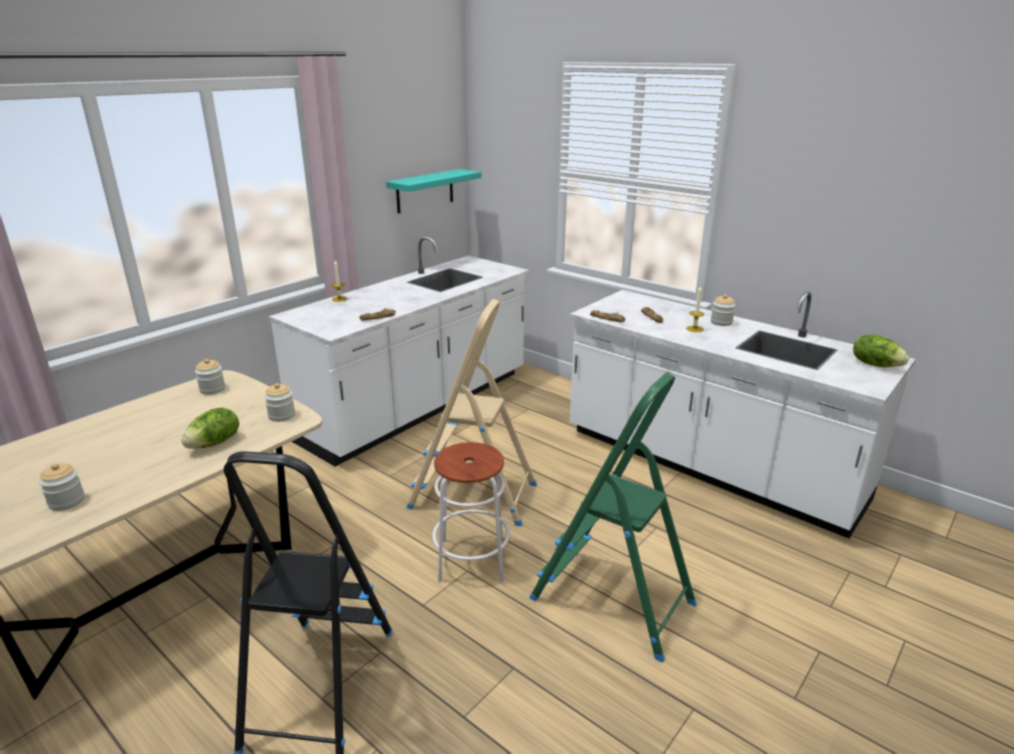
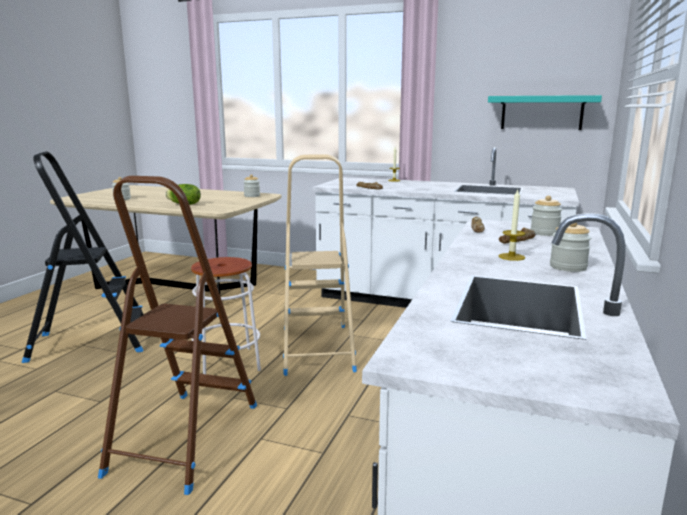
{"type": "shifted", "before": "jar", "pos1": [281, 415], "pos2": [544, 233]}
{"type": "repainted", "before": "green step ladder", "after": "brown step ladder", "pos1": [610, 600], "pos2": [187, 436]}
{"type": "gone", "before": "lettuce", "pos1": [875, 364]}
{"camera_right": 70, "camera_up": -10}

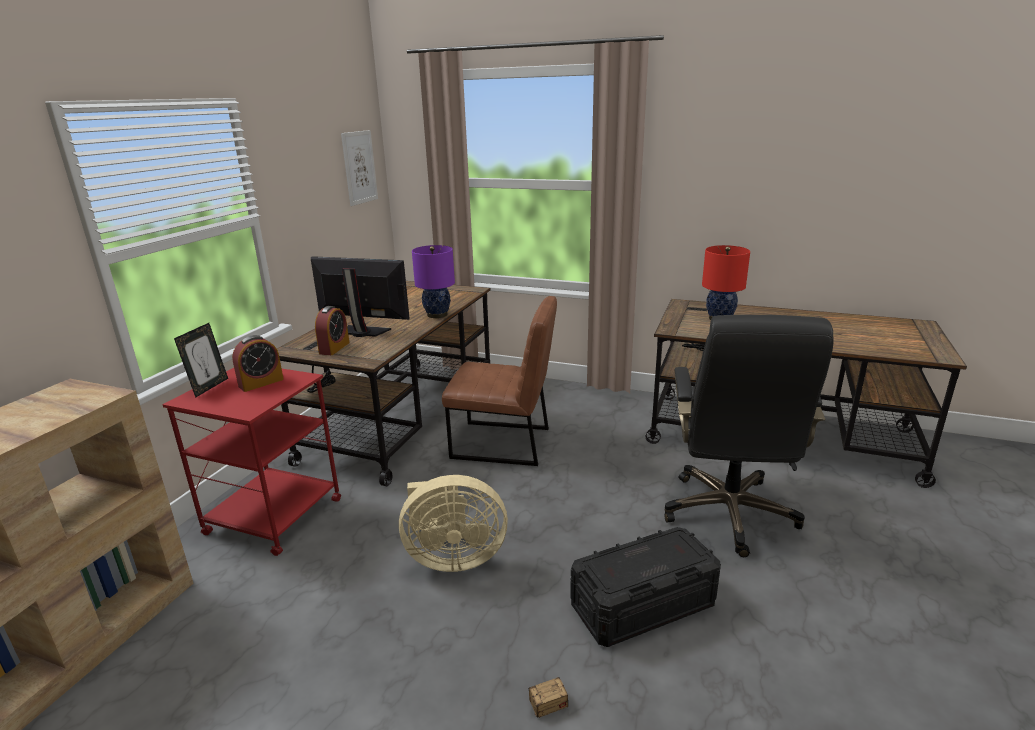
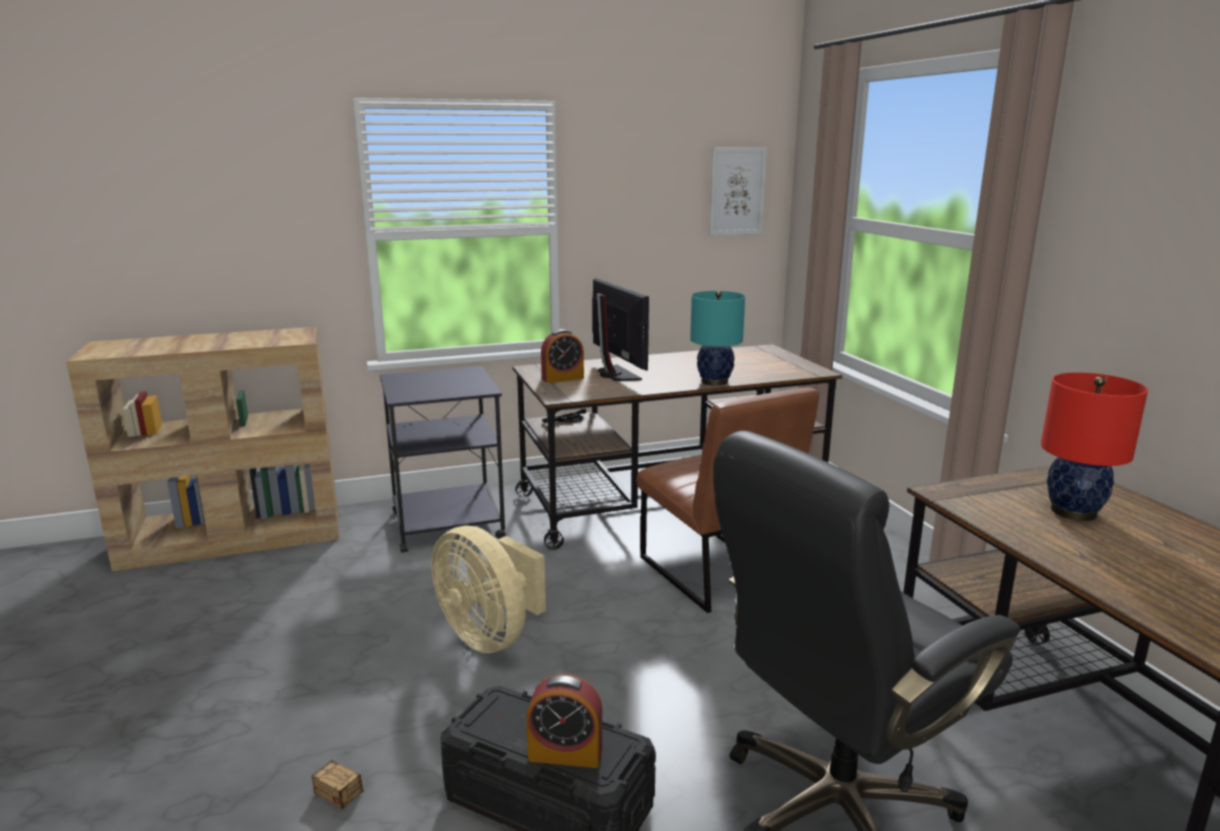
{"type": "repainted", "before": "red cart", "after": "black cart", "pos1": [275, 514], "pos2": [449, 524]}
{"type": "gone", "before": "picture frame", "pos1": [209, 387]}
{"type": "shifted", "before": "alarm clock", "pos1": [261, 383], "pos2": [565, 753]}
{"type": "repainted", "before": "purple table lamp", "after": "turquoise table lamp", "pos1": [437, 315], "pos2": [714, 382]}
{"camera_right": 50, "camera_up": -5}

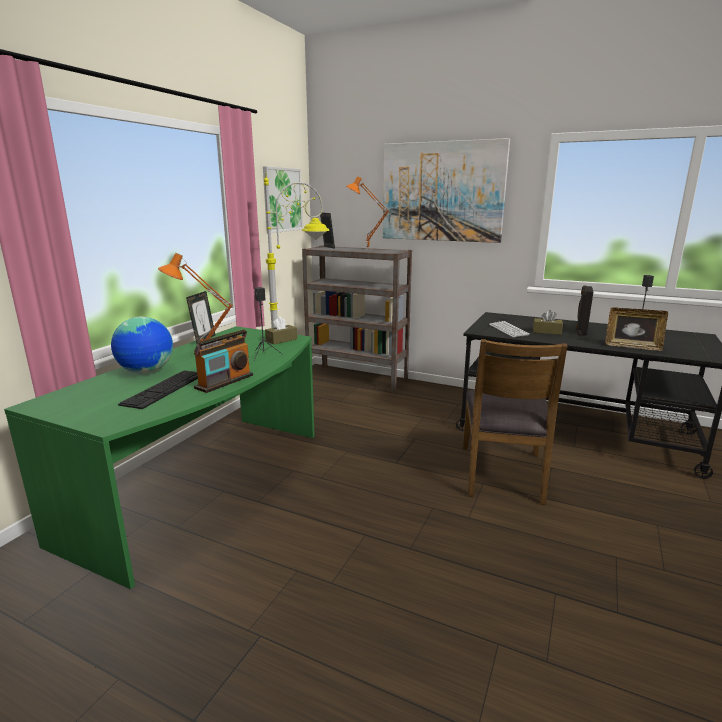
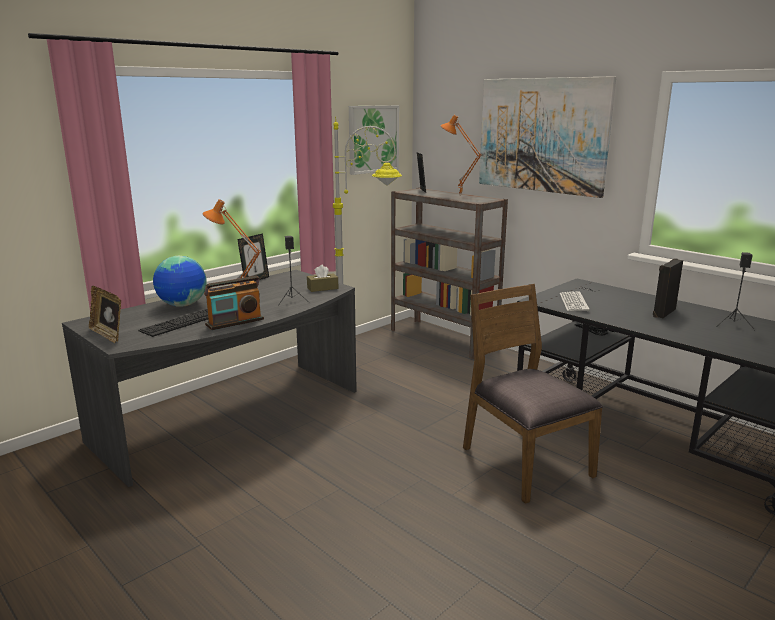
{"type": "repainted", "before": "green desk", "after": "grey desk", "pos1": [209, 484], "pos2": [234, 417]}
{"type": "rotated", "before": "brown chair", "pos1": [502, 474], "pos2": [524, 462], "turn": 120}
{"type": "gone", "before": "brown tissue box", "pos1": [546, 332]}
{"type": "shifted", "before": "picture frame", "pos1": [632, 346], "pos2": [108, 335]}
{"camera_right": 20, "camera_up": 0}

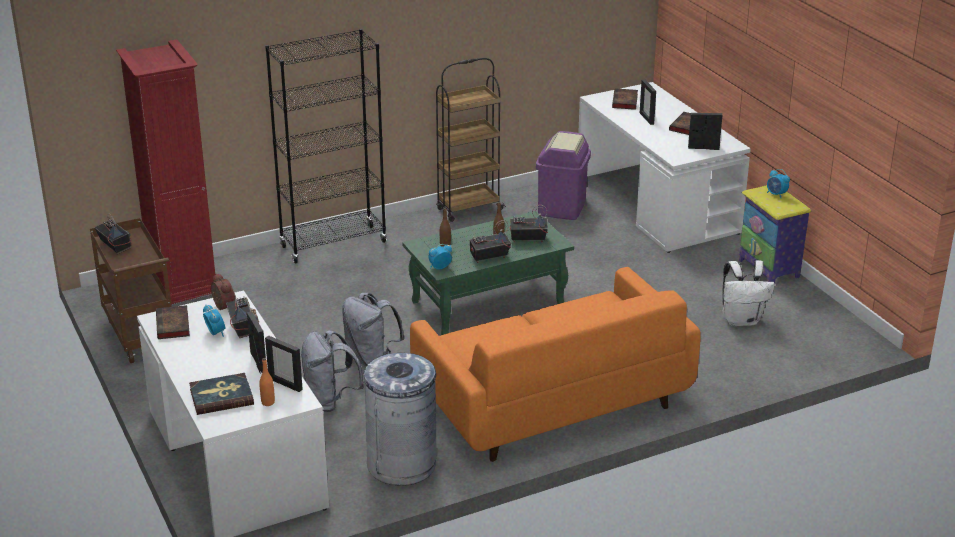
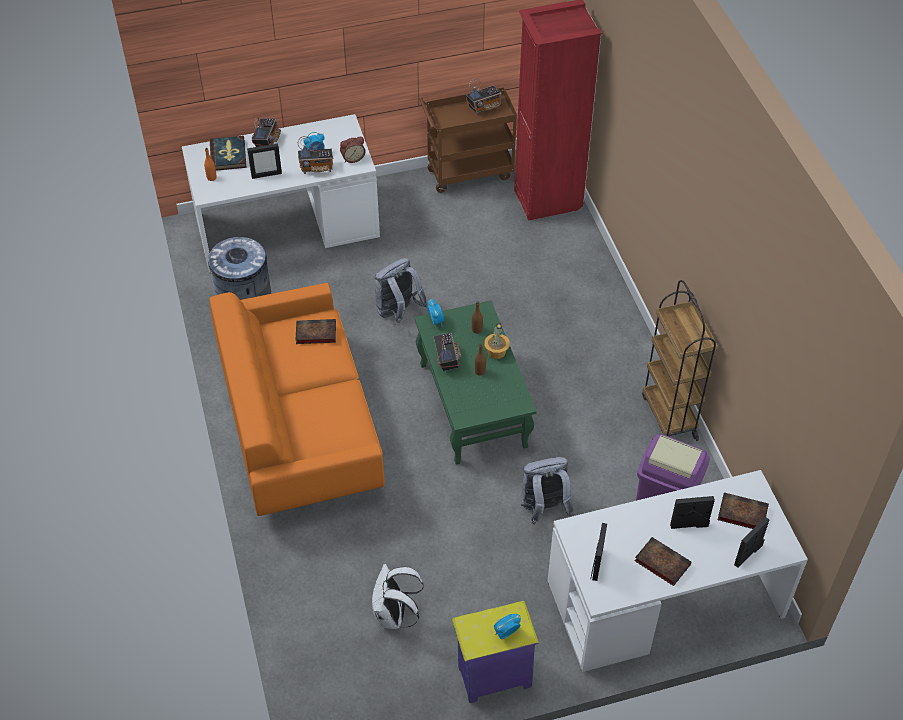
{"type": "shifted", "before": "book", "pos1": [173, 326], "pos2": [315, 334]}
{"type": "gone", "before": "black bookcase", "pos1": [333, 244]}
{"type": "shifted", "before": "picture frame", "pos1": [286, 383], "pos2": [748, 555]}
{"type": "shifted", "before": "grey backpack", "pos1": [330, 400], "pos2": [544, 509]}
{"type": "shifted", "before": "radio", "pos1": [527, 239], "pos2": [267, 142]}
{"type": "new", "after": "potted plant", "pos2": [496, 351]}
{"camera_right": 100, "camera_up": 20}

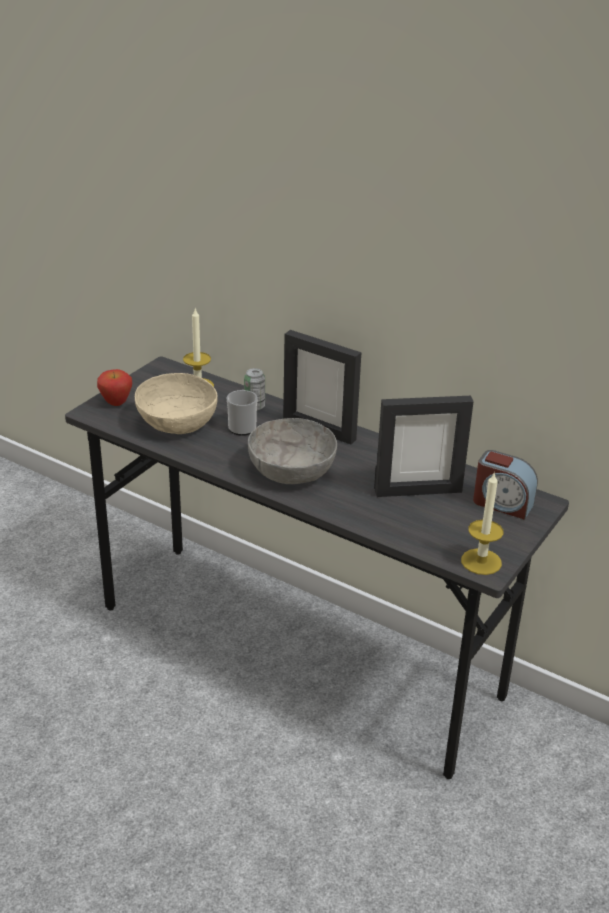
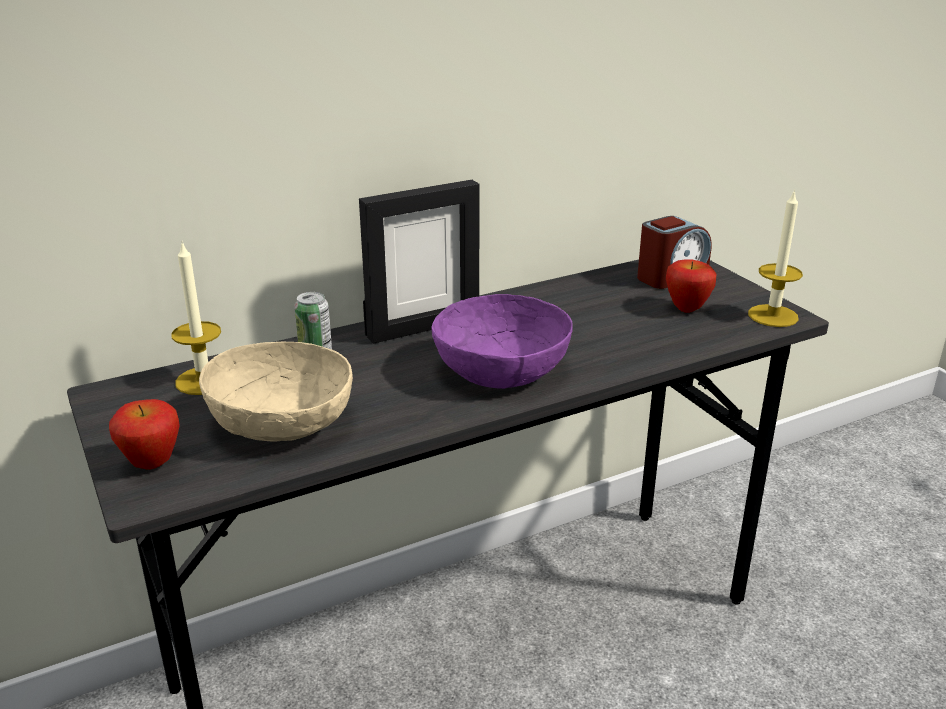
{"type": "gone", "before": "mug", "pos1": [242, 426]}
{"type": "repainted", "before": "grey bowl", "after": "purple bowl", "pos1": [291, 470], "pos2": [501, 370]}
{"type": "gone", "before": "picture frame", "pos1": [418, 490]}
{"type": "new", "after": "apple", "pos2": [687, 309]}
{"camera_right": -60, "camera_up": -5}

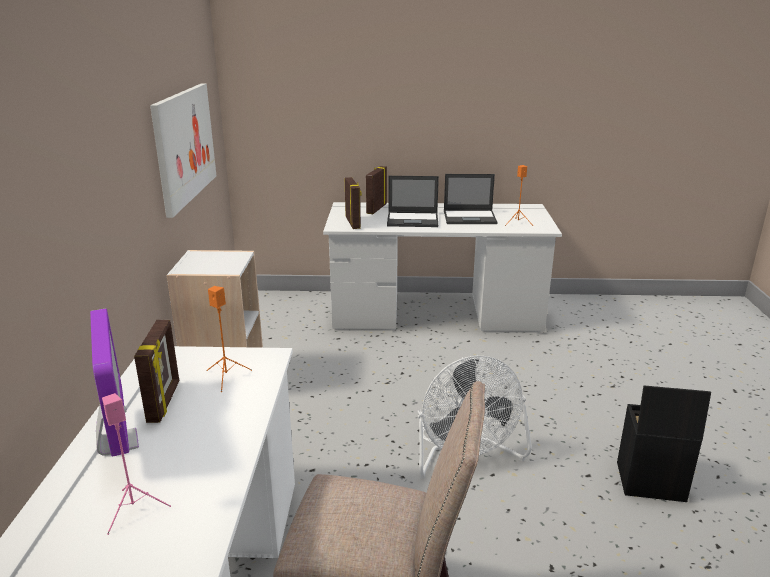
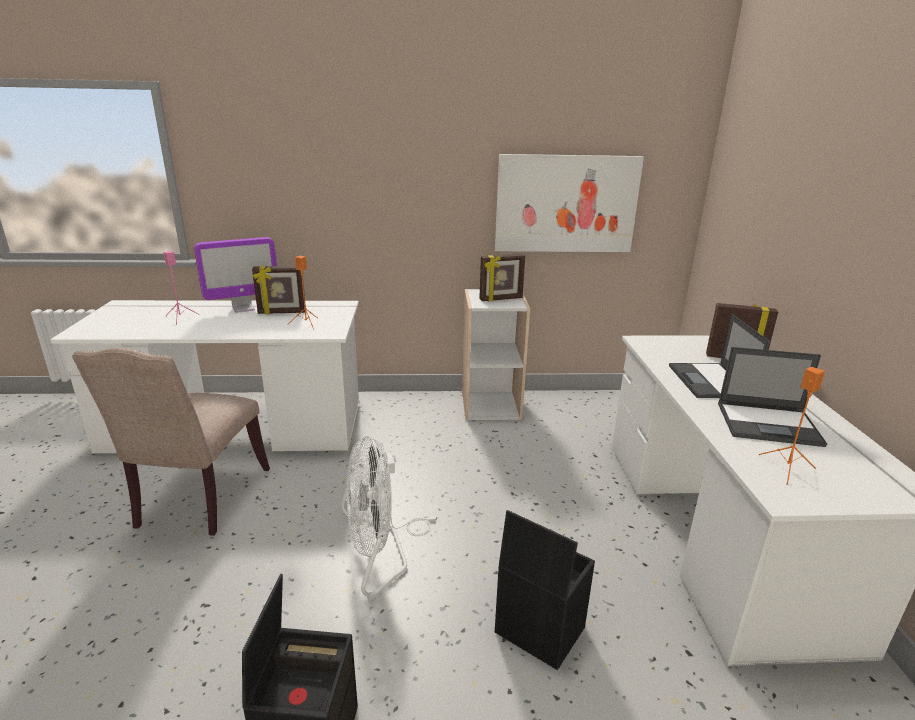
{"type": "shifted", "before": "picture frame", "pos1": [353, 223], "pos2": [501, 299]}
{"type": "rotated", "before": "laptop", "pos1": [470, 217], "pos2": [769, 424], "turn": -75}
{"type": "new", "after": "black storage box", "pos2": [537, 630]}
{"camera_right": 85, "camera_up": 0}

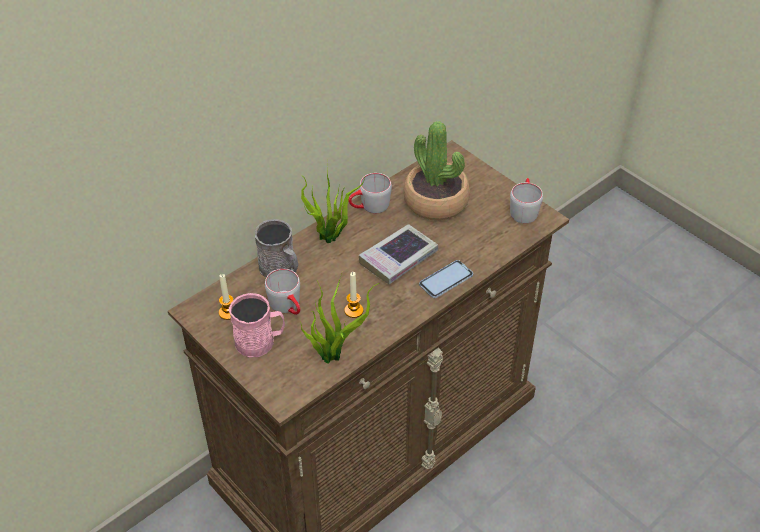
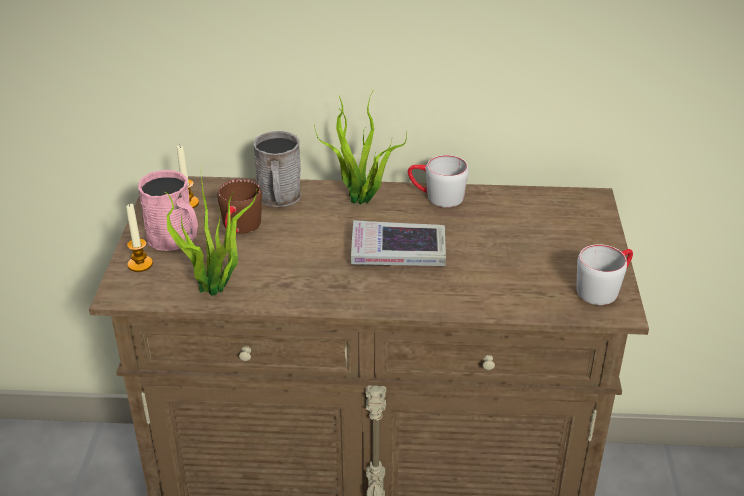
{"type": "repainted", "before": "grey mug", "after": "brown mug", "pos1": [288, 307], "pos2": [239, 229]}
{"type": "shifted", "before": "candle", "pos1": [353, 310], "pos2": [140, 264]}
{"type": "gone", "before": "potted plant", "pos1": [436, 201]}
{"type": "gone", "before": "phone", "pos1": [446, 280]}
{"camera_right": 45, "camera_up": -10}

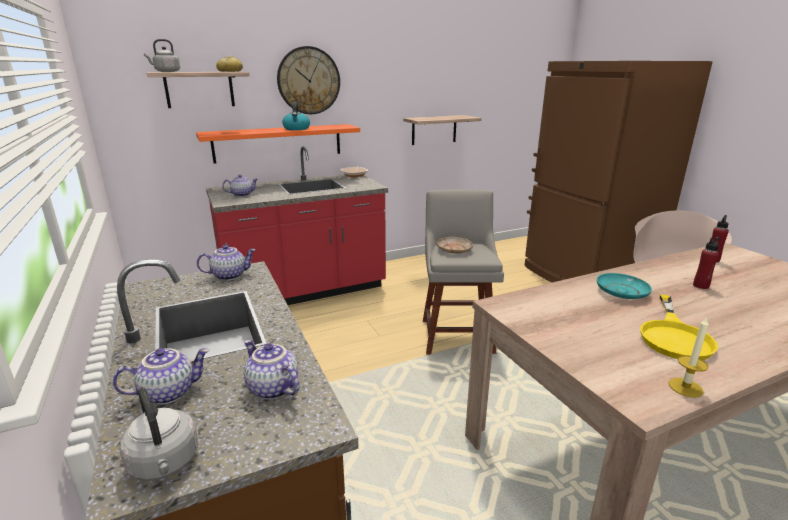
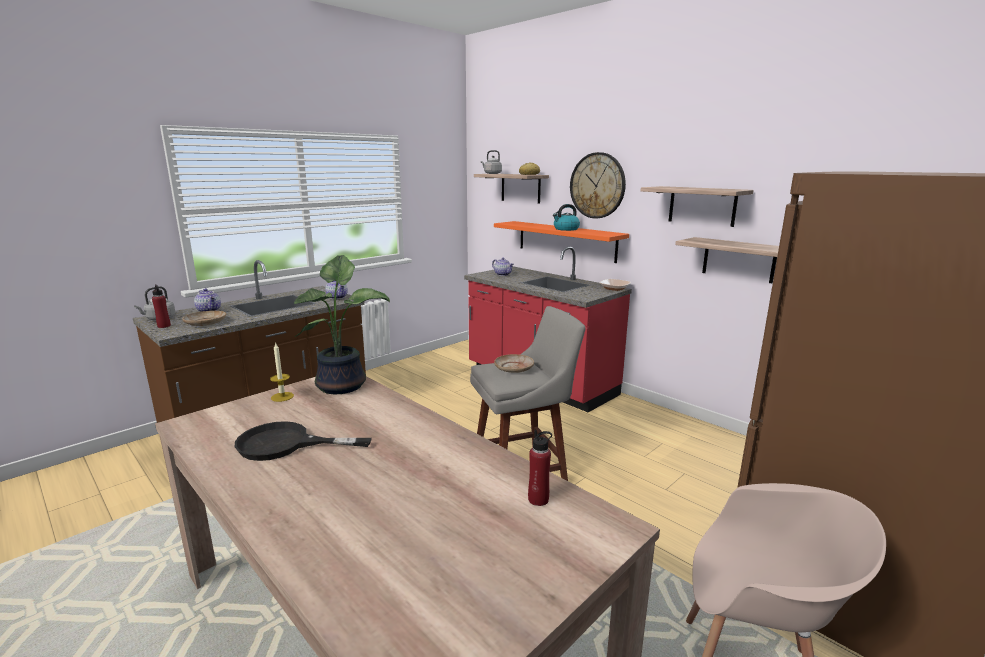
{"type": "swapped", "before": "teapot", "after": "beige plate", "pos1": [271, 388], "pos2": [205, 323]}
{"type": "gone", "before": "turquoise plate", "pos1": [621, 292]}
{"type": "repainted", "before": "yellow frying pan", "after": "black frying pan", "pos1": [674, 336], "pos2": [286, 444]}
{"type": "shifted", "before": "candle", "pos1": [685, 387], "pos2": [282, 397]}
{"type": "shifted", "before": "red bottle", "pos1": [701, 286], "pos2": [164, 326]}
{"type": "new", "after": "potted plant", "pos2": [344, 385]}
{"type": "new", "after": "shelf", "pos2": [702, 206]}
{"camera_right": 70, "camera_up": -5}

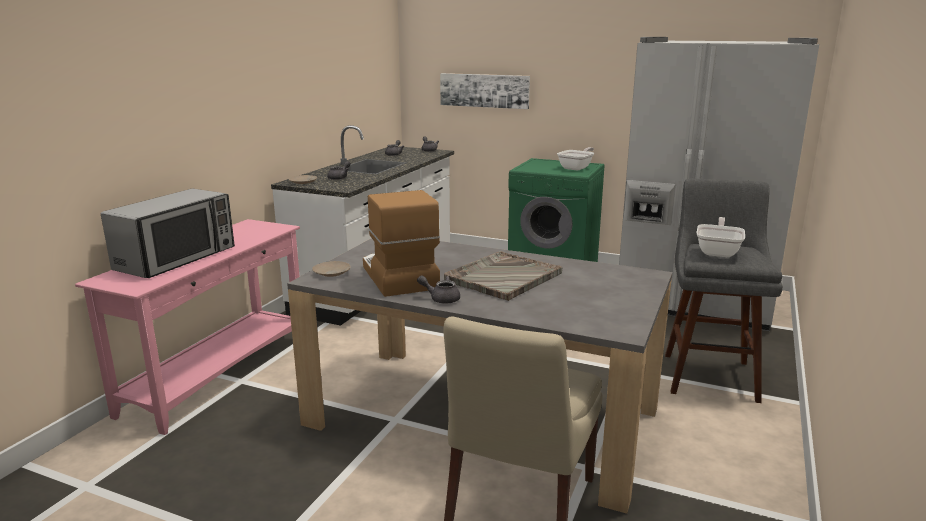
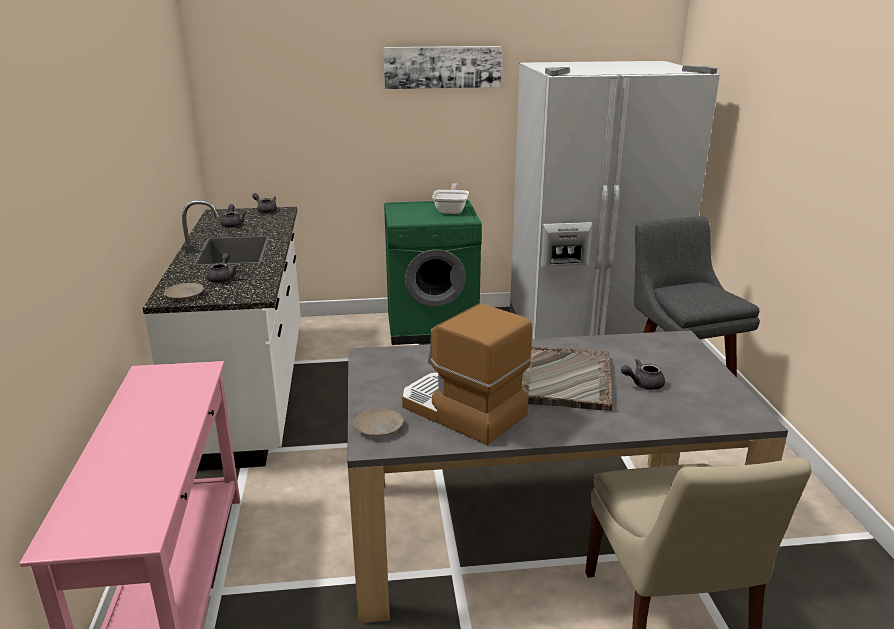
{"type": "gone", "before": "microwave", "pos1": [177, 259]}
{"type": "shifted", "before": "grey teapot", "pos1": [441, 298], "pos2": [643, 384]}
{"type": "shifted", "before": "picture", "pos1": [484, 90], "pos2": [442, 67]}
{"type": "gone", "before": "frying pan", "pos1": [718, 251]}
{"camera_right": -30, "camera_up": 5}

